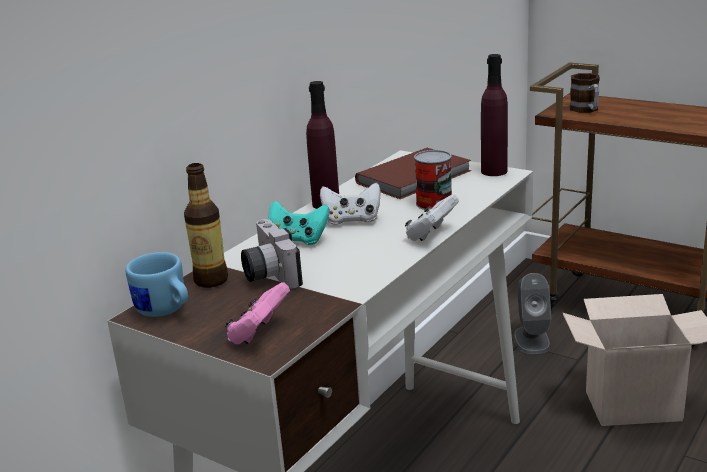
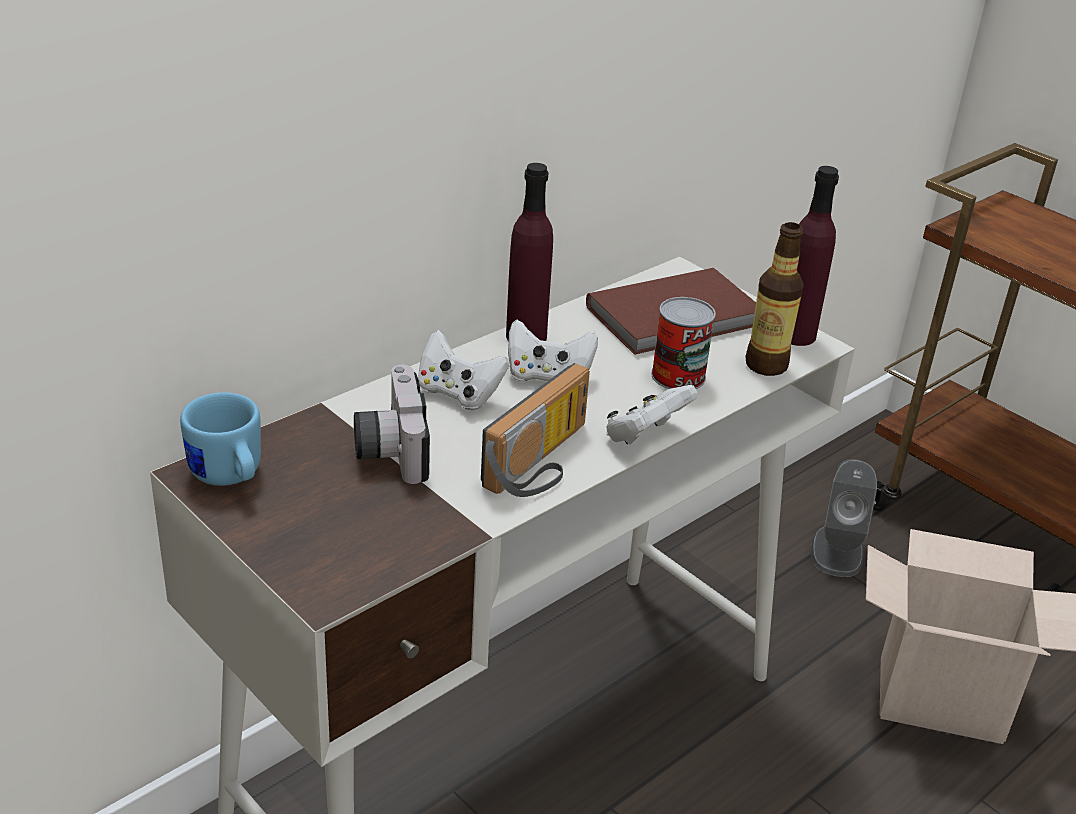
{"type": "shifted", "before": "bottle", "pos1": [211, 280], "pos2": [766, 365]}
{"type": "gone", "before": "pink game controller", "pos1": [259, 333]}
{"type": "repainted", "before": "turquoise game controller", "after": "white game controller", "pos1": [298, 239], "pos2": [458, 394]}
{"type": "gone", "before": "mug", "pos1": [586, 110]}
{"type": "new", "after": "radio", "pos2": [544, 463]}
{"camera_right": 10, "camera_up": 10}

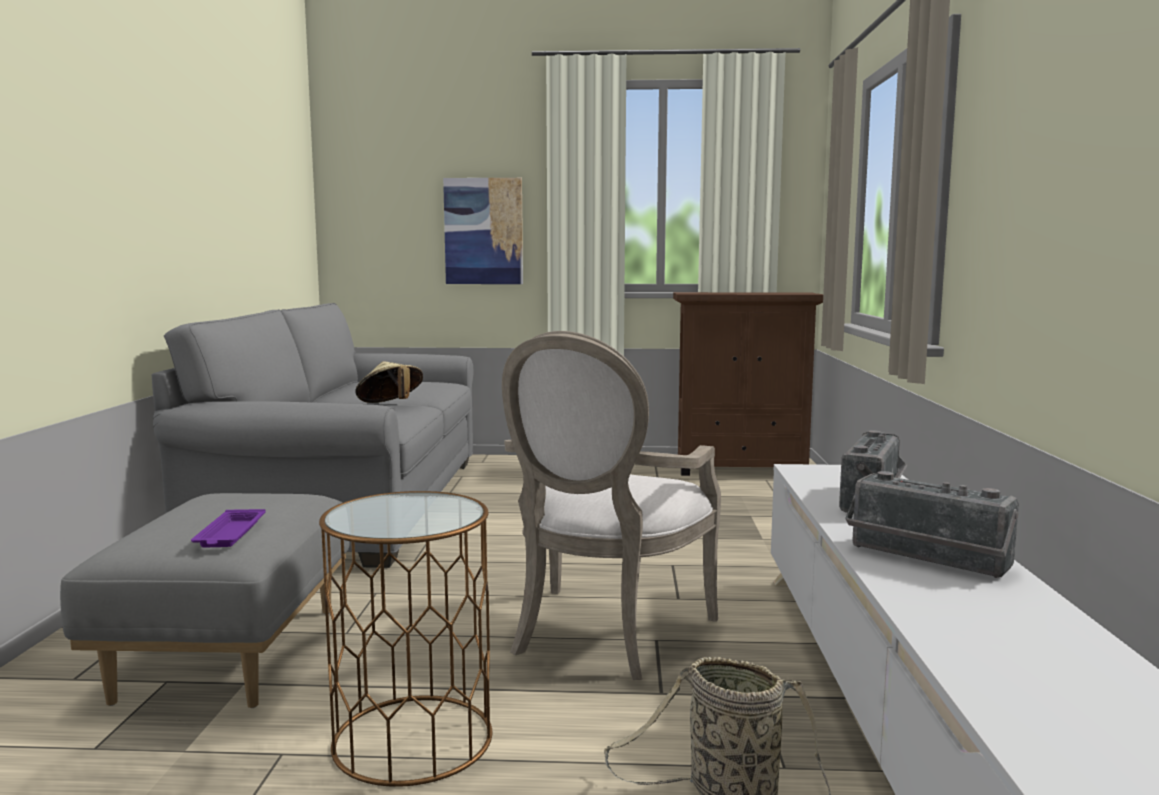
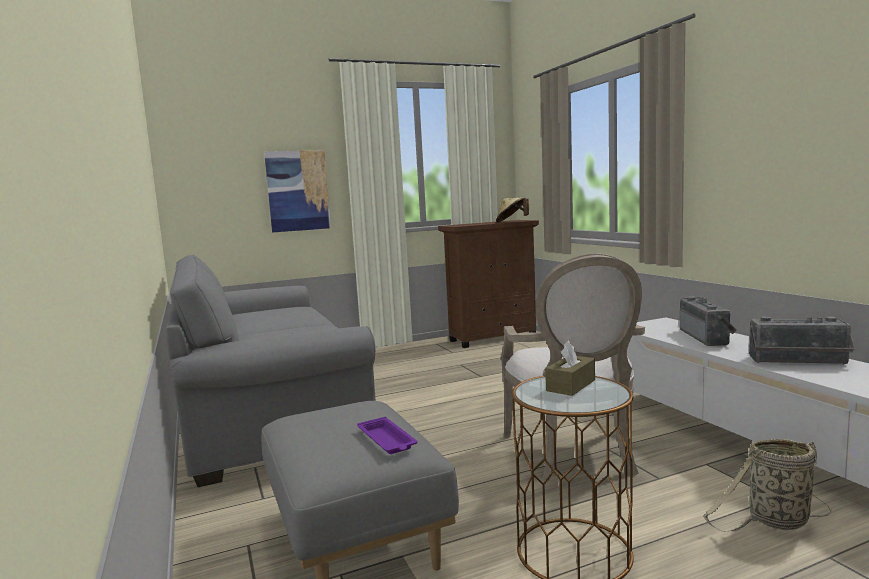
{"type": "shifted", "before": "beige hat", "pos1": [390, 405], "pos2": [511, 221]}
{"type": "new", "after": "brown tissue box", "pos2": [571, 385]}
{"camera_right": -25, "camera_up": 0}

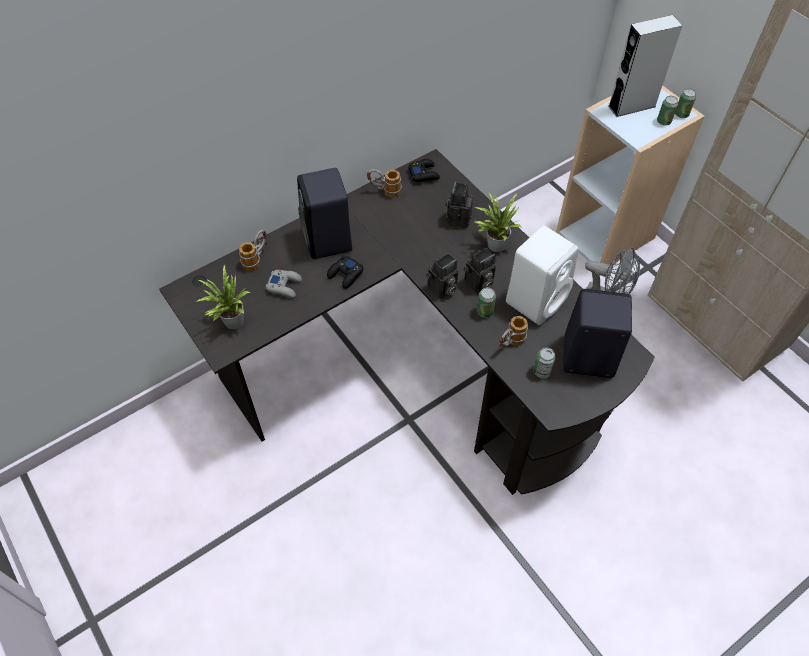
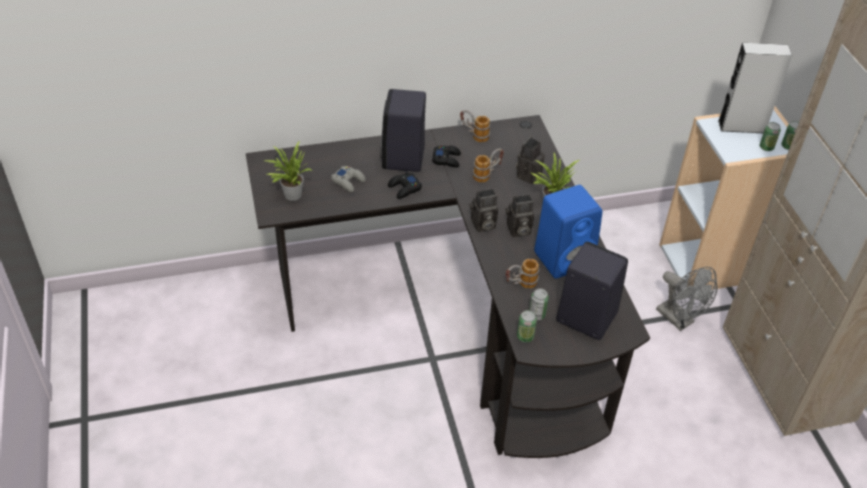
{"type": "shifted", "before": "mug", "pos1": [257, 258], "pos2": [487, 174]}
{"type": "shifted", "before": "black game controller", "pos1": [424, 174], "pos2": [446, 159]}
{"type": "shifted", "before": "can", "pos1": [485, 312], "pos2": [525, 336]}
{"type": "repainted", "before": "white speaker", "after": "blue speaker", "pos1": [537, 299], "pos2": [565, 258]}
{"camera_right": 20, "camera_up": -10}

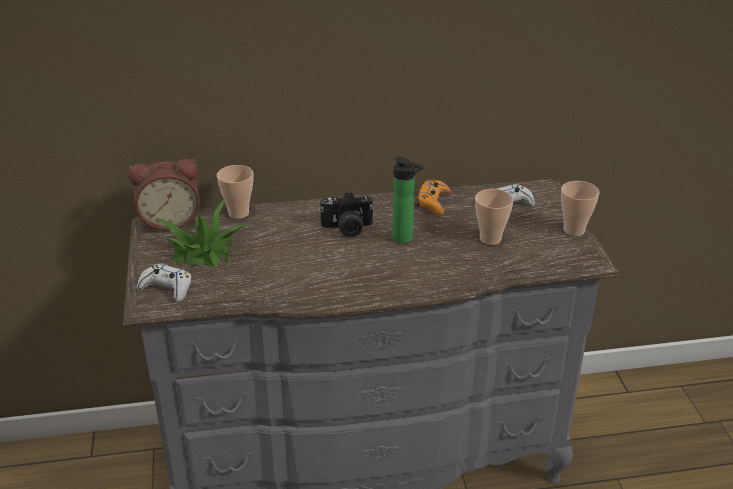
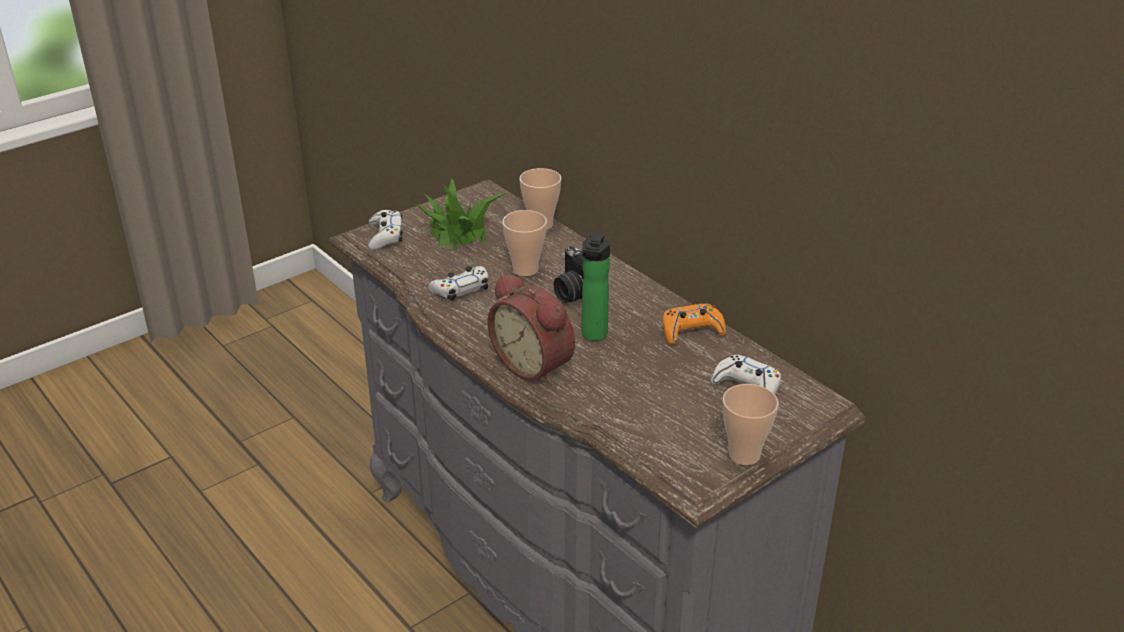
{"type": "shifted", "before": "alarm clock", "pos1": [170, 220], "pos2": [535, 365]}
{"type": "shifted", "before": "cup", "pos1": [490, 239], "pos2": [525, 269]}
{"type": "new", "after": "white game controller", "pos2": [461, 289]}
{"camera_right": 60, "camera_up": 0}

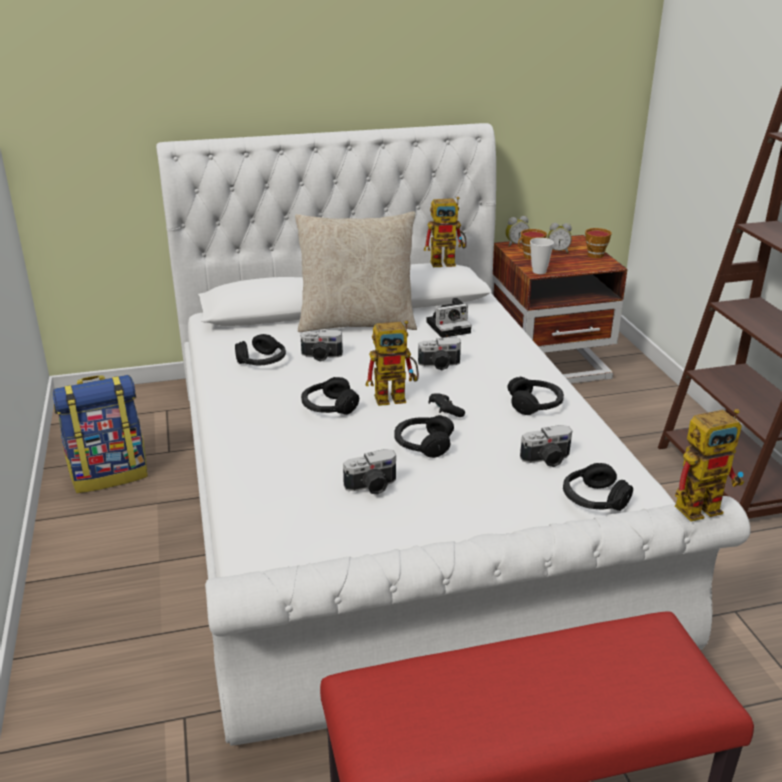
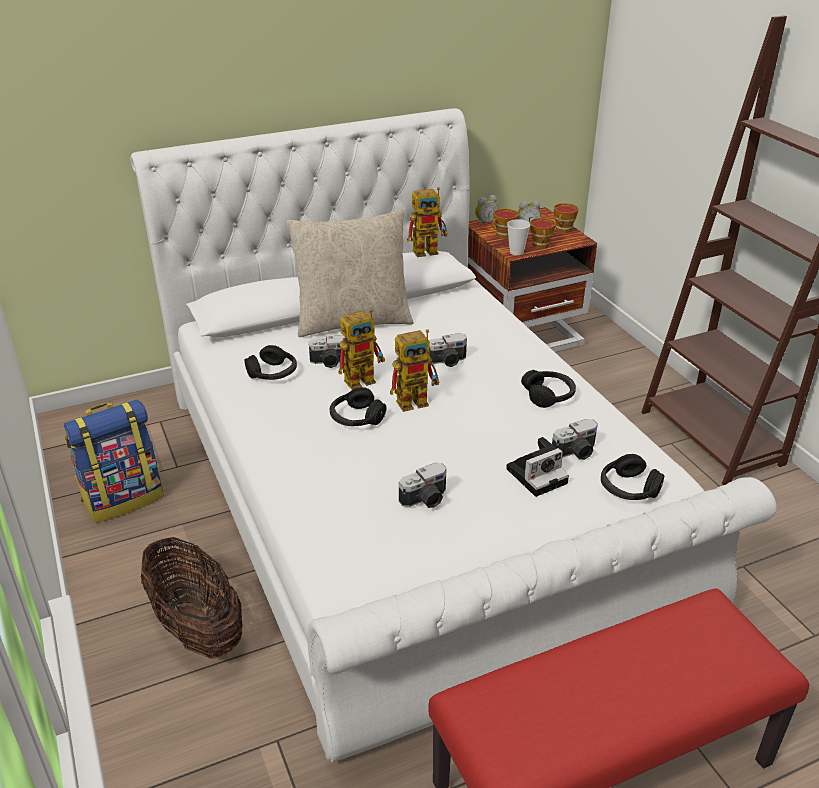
{"type": "gone", "before": "black headphones", "pos1": [423, 444]}
{"type": "shifted", "before": "photo camera", "pos1": [449, 327], "pos2": [538, 475]}
{"type": "gone", "before": "black game controller", "pos1": [445, 411]}
{"type": "shifted", "before": "toy robot", "pos1": [704, 505], "pos2": [364, 378]}
{"type": "new", "after": "basket", "pos2": [197, 628]}
{"type": "new", "after": "cup", "pos2": [541, 246]}
{"camera_right": -10, "camera_up": 5}

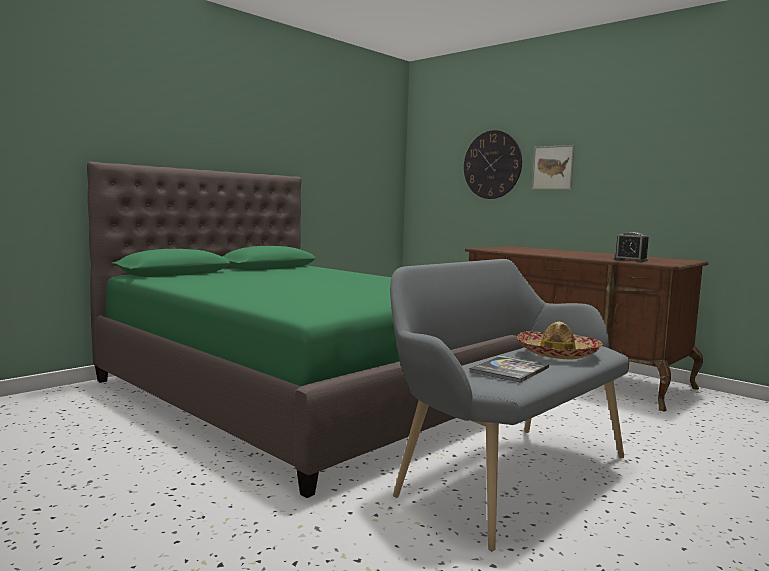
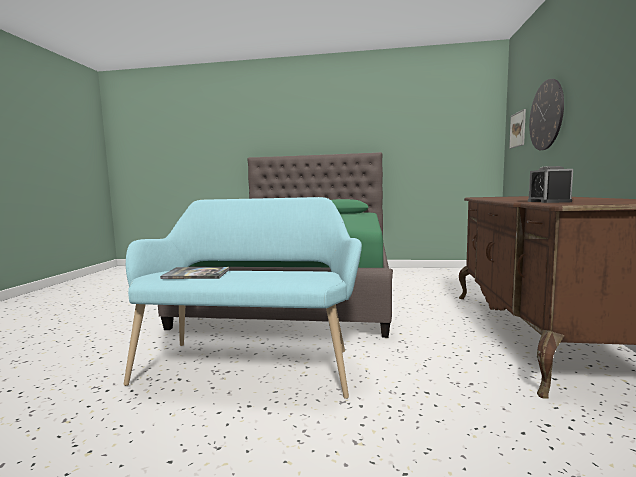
{"type": "repainted", "before": "grey bench", "after": "turquoise bench", "pos1": [505, 473], "pos2": [250, 363]}
{"type": "gone", "before": "hat", "pos1": [557, 353]}
{"type": "shifted", "before": "picture", "pos1": [553, 167], "pos2": [518, 129]}
{"camera_right": 55, "camera_up": 0}

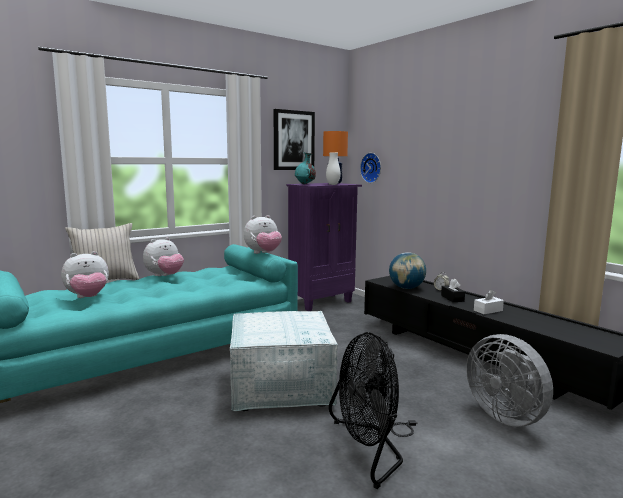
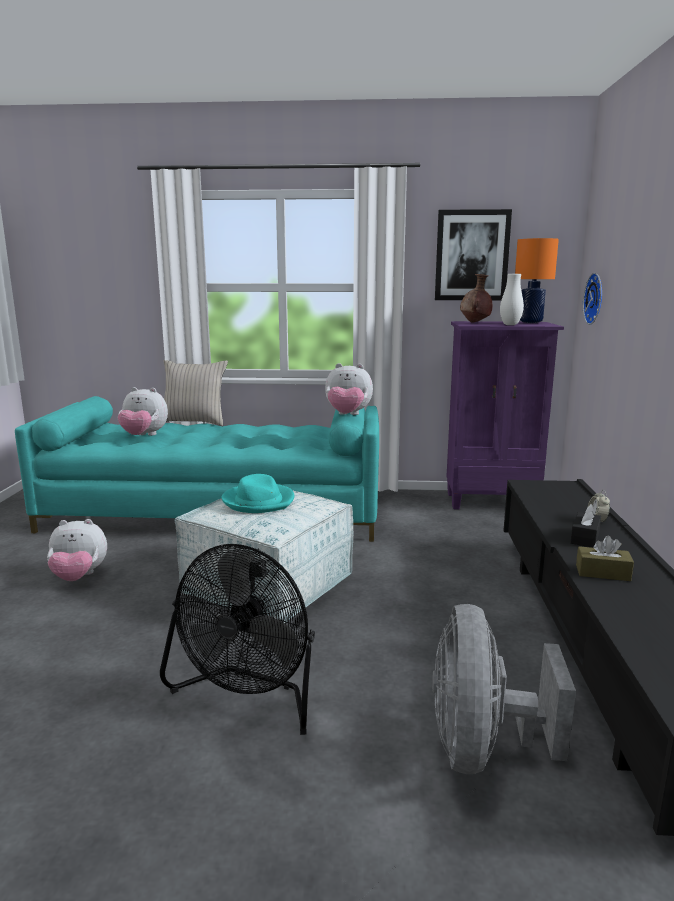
{"type": "shifted", "before": "plush toy", "pos1": [164, 276], "pos2": [79, 577]}
{"type": "repainted", "before": "turquoise vase", "after": "brown vase", "pos1": [305, 184], "pos2": [475, 322]}
{"type": "rotated", "before": "black fan", "pos1": [373, 445], "pos2": [247, 691], "turn": -90}
{"type": "gone", "before": "globe", "pos1": [406, 288]}
{"type": "repainted", "before": "white tissue box", "after": "brown tissue box", "pos1": [488, 310], "pos2": [602, 573]}
{"type": "new", "after": "turquoise hat", "pos2": [259, 501]}
{"camera_right": 40, "camera_up": 5}

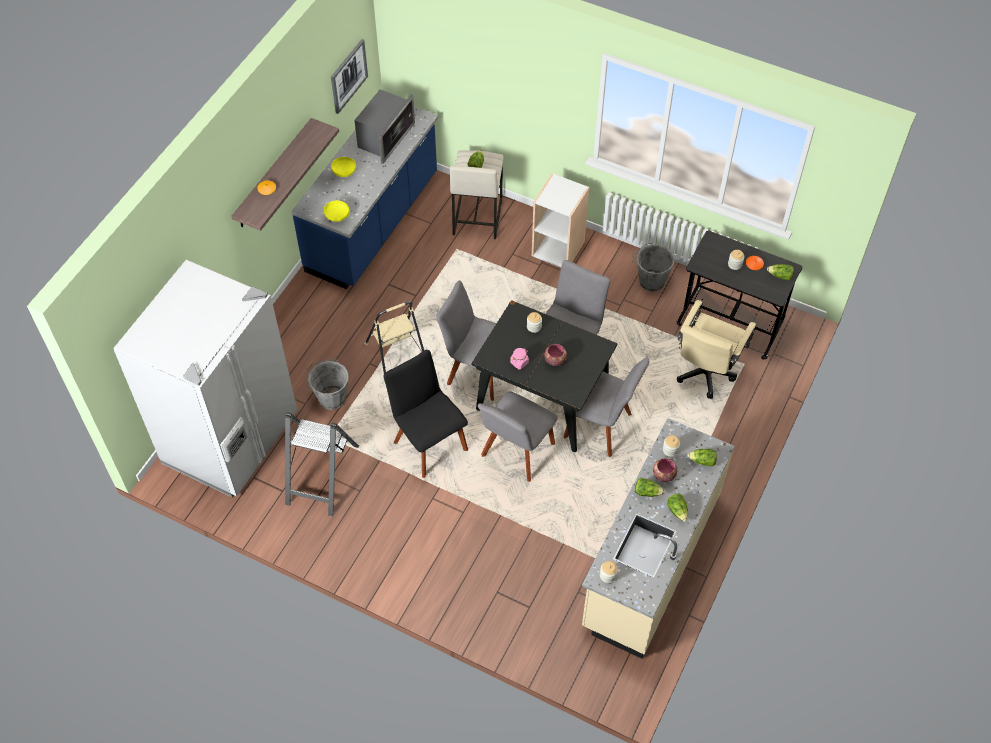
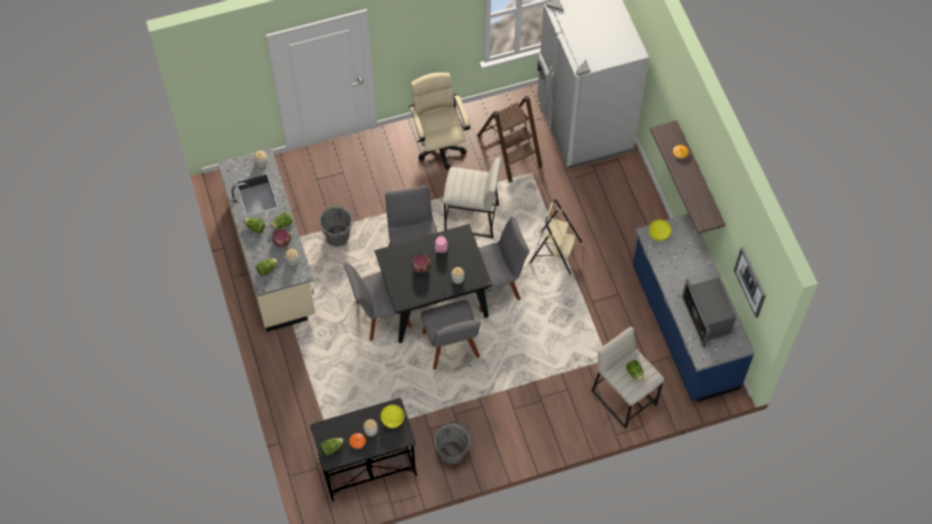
{"type": "repainted", "before": "grey step ladder", "after": "brown step ladder", "pos1": [322, 475], "pos2": [509, 150]}
{"type": "shifted", "before": "grey bucket", "pos1": [331, 397], "pos2": [338, 236]}
{"type": "shifted", "before": "yellow bowl", "pos1": [344, 172], "pos2": [392, 419]}
{"type": "swapped", "before": "black chair", "after": "beige stool", "pos1": [428, 442], "pos2": [472, 218]}
{"type": "gone", "before": "bookcase", "pos1": [558, 249]}
{"type": "shifted", "before": "beige office chair", "pos1": [704, 377], "pos2": [439, 147]}
{"camera_right": 135, "camera_up": 5}

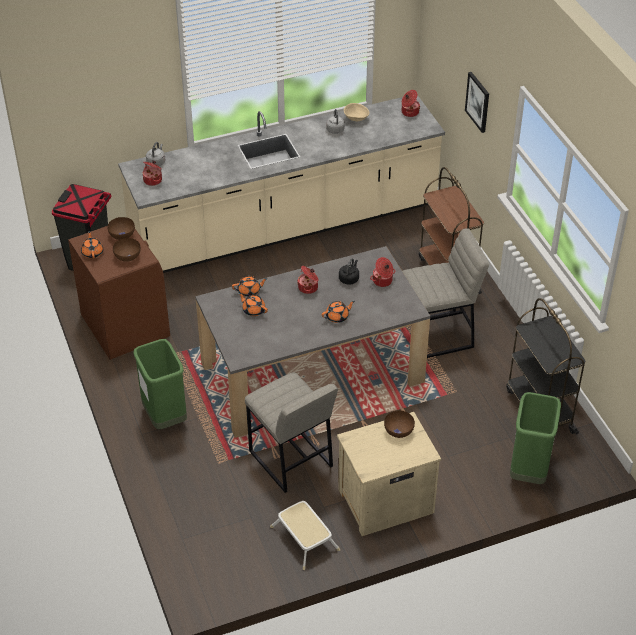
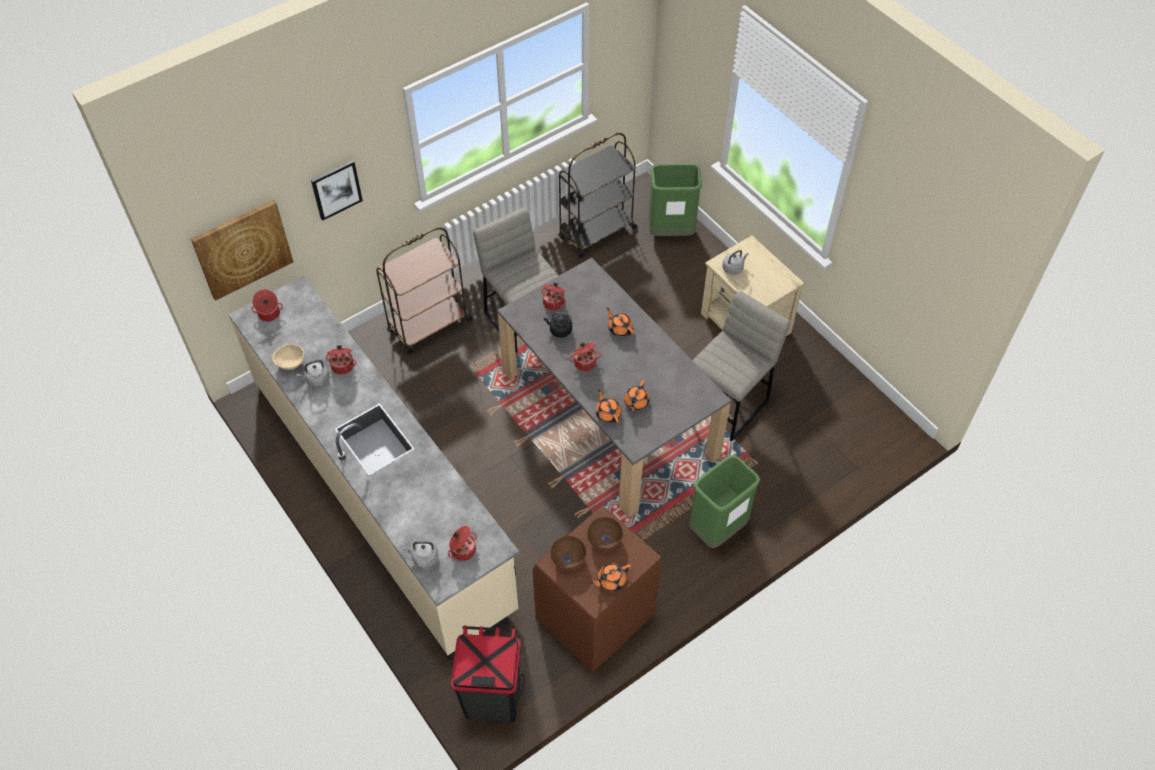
{"type": "gone", "before": "beige step ladder", "pos1": [305, 538]}
{"type": "swapped", "before": "brown bowl", "after": "grey kettle", "pos1": [399, 431], "pos2": [733, 268]}
{"type": "new", "after": "picture", "pos2": [242, 249]}
{"type": "new", "after": "cooking pot", "pos2": [343, 365]}
{"camera_right": -105, "camera_up": 10}

